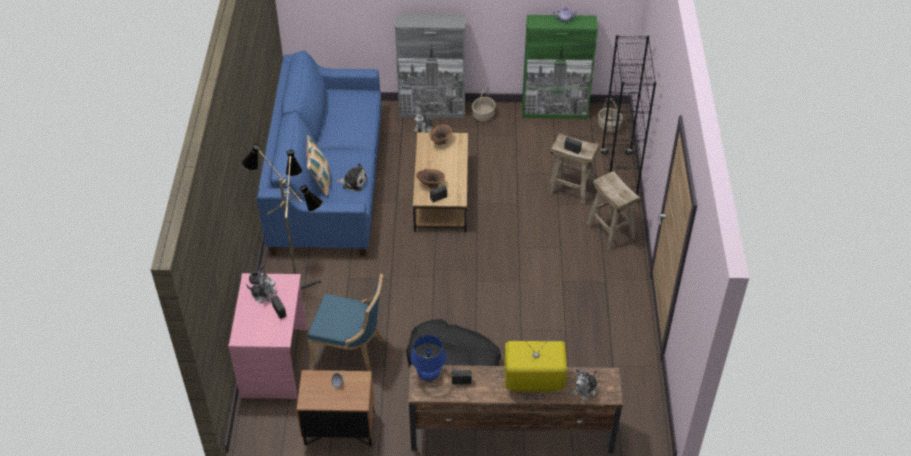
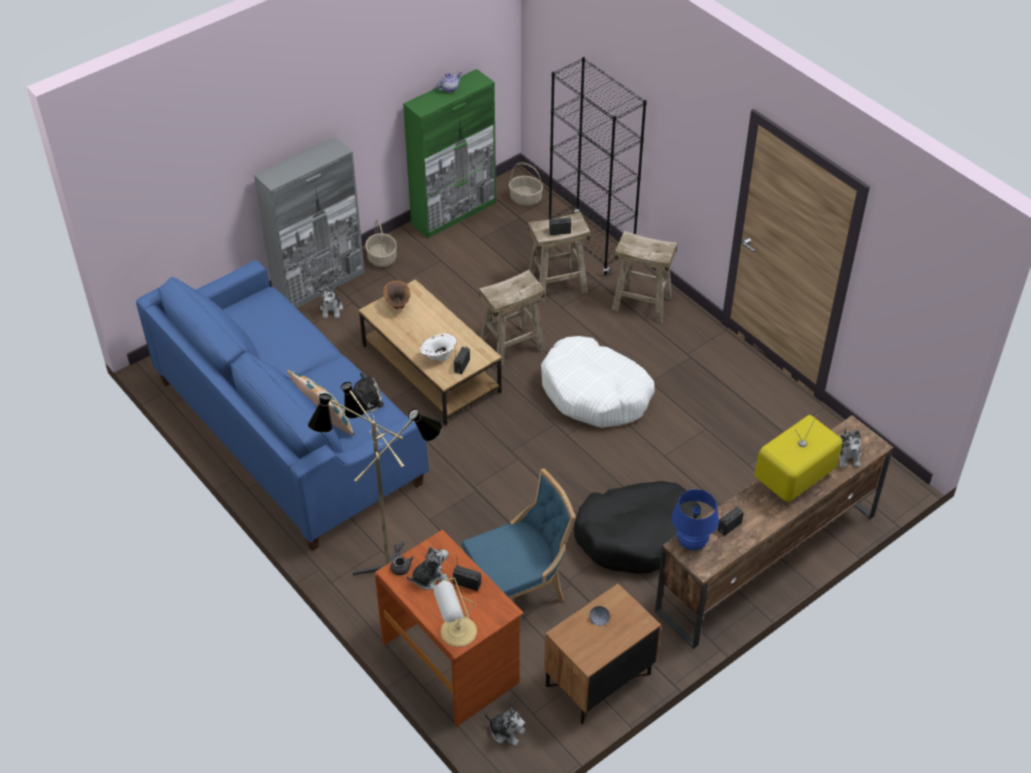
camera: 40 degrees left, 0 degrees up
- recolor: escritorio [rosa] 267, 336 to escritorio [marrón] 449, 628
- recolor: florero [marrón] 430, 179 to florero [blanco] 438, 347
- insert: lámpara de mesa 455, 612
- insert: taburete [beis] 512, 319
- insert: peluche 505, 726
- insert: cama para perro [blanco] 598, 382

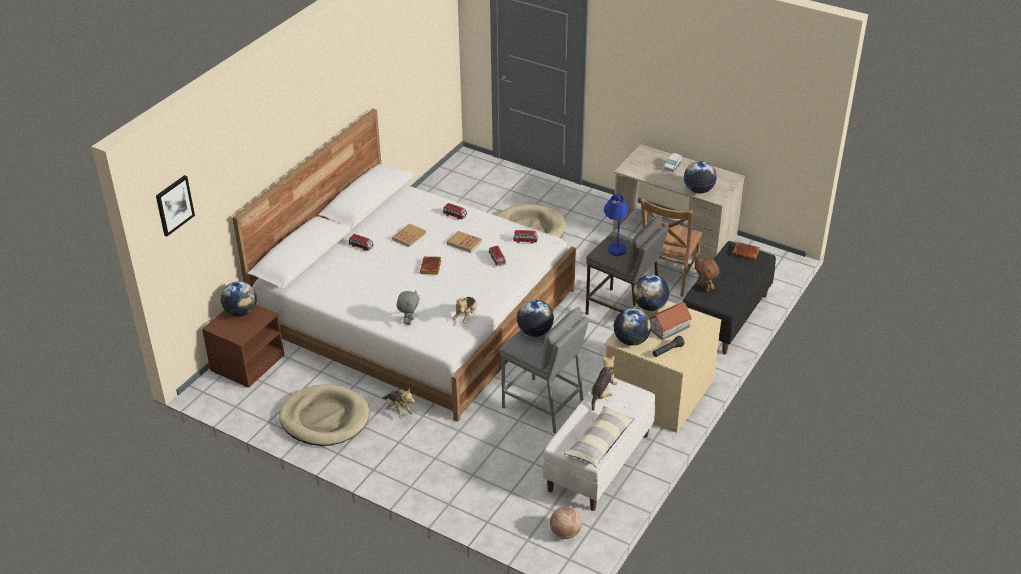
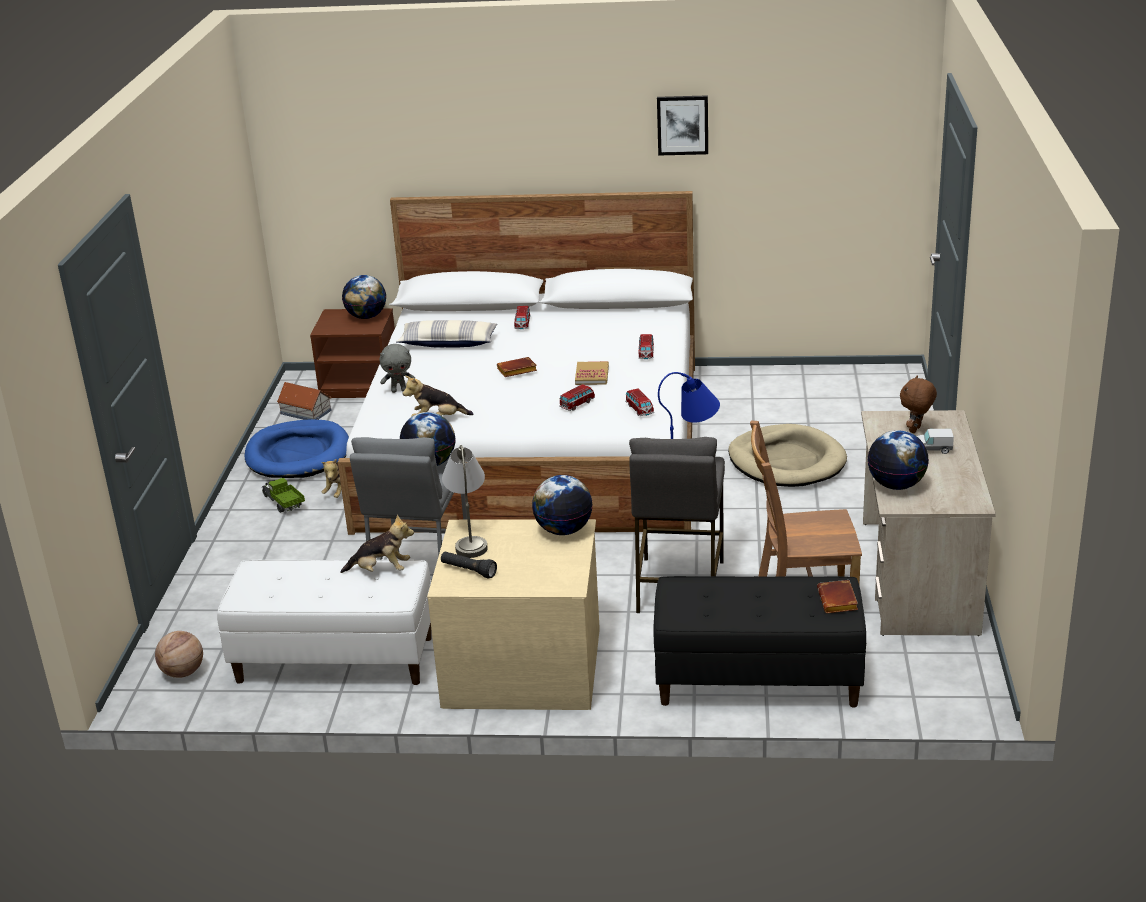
camera: 65 degrees right, 10 degrees down
- move: cuadro 175, 205 to 682, 125
- recolor: cama para perro [beis] 324, 415 to cama para perro [azul] 297, 448
- delete: libro 409, 235
- move: cojín 599, 437 to 446, 334
- replace: globo terráqueo 632, 327 to lámpara de mesa [gris] 465, 501
- move: casita 670, 321 to 304, 401
- move: peluche [marrón] 708, 275 to 918, 404
- insert: camión de juguete 283, 495

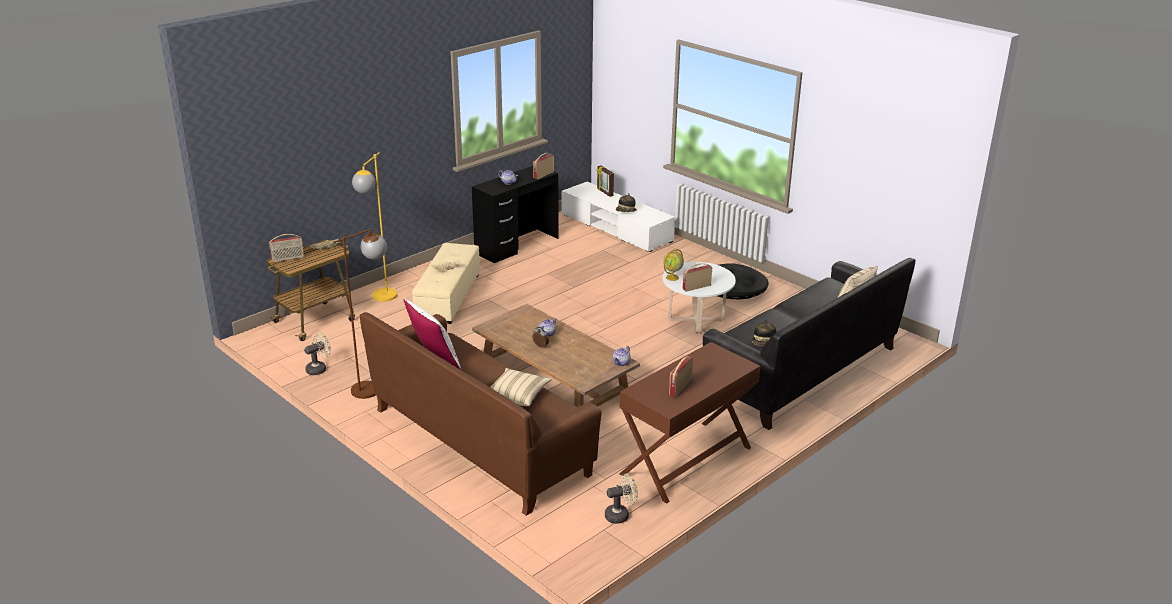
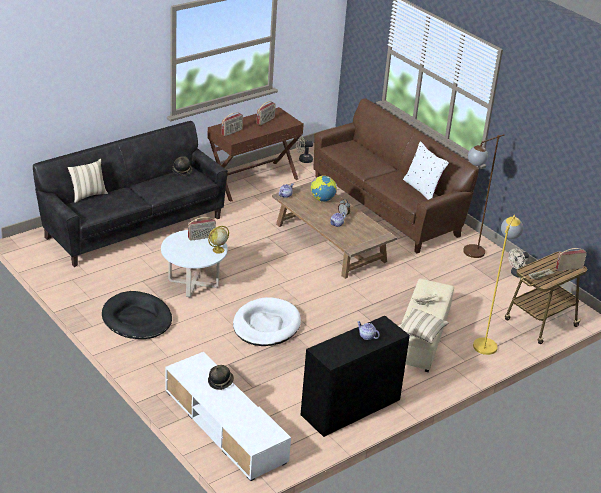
camera: 175 degrees left, 5 degrees up
- move: cojín [beis] 521, 387 to 424, 326
- move: radio 543, 166 to 232, 124
- delete: portarretratos 605, 181
- insert: cama para perro [blanco] 267, 321
- insert: globo terráqueo 324, 189

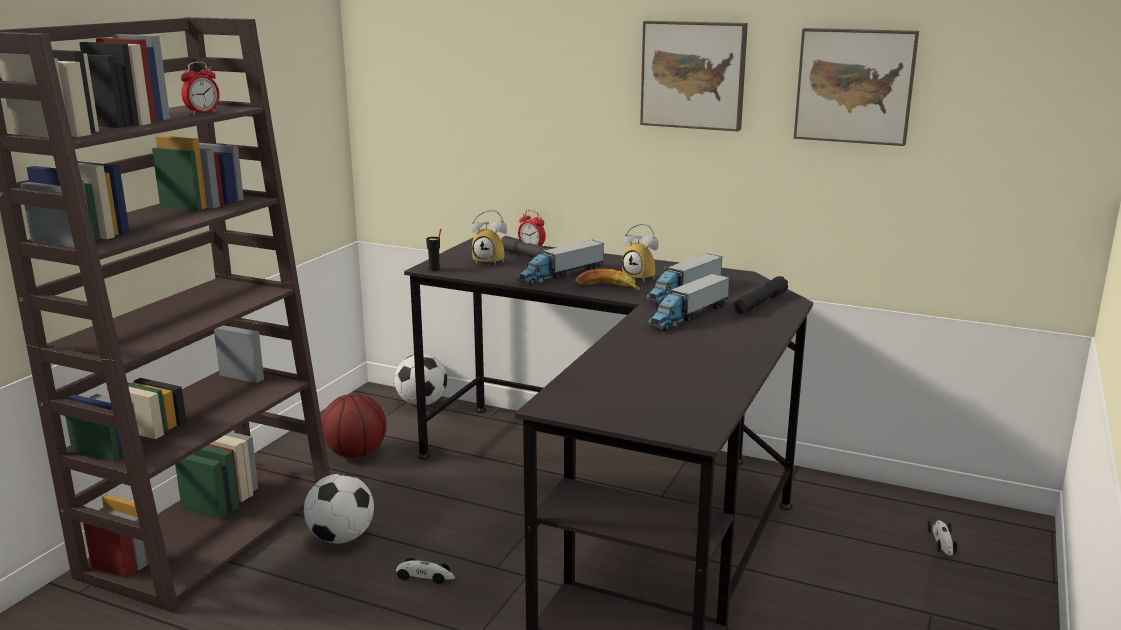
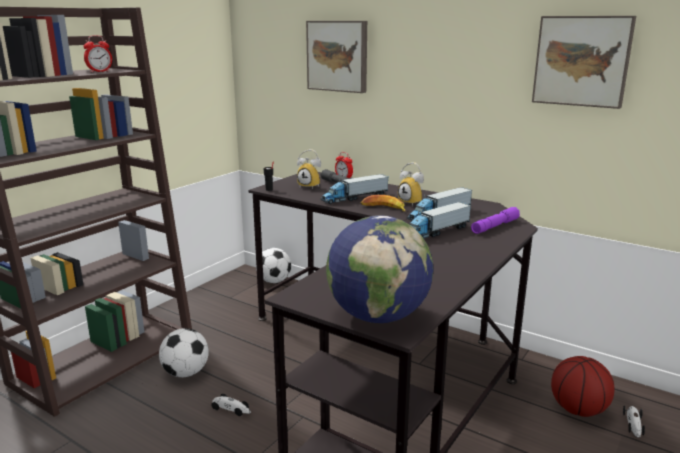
camera: 10 degrees right, 0 degrees up
- move: balón de baloncesto 354, 425 to 582, 386
- move: cuadro 694, 76 to 336, 57
- recolor: linterna [negro] 761, 295 to linterna [morado] 495, 220
- insert: globo terráqueo 379, 269

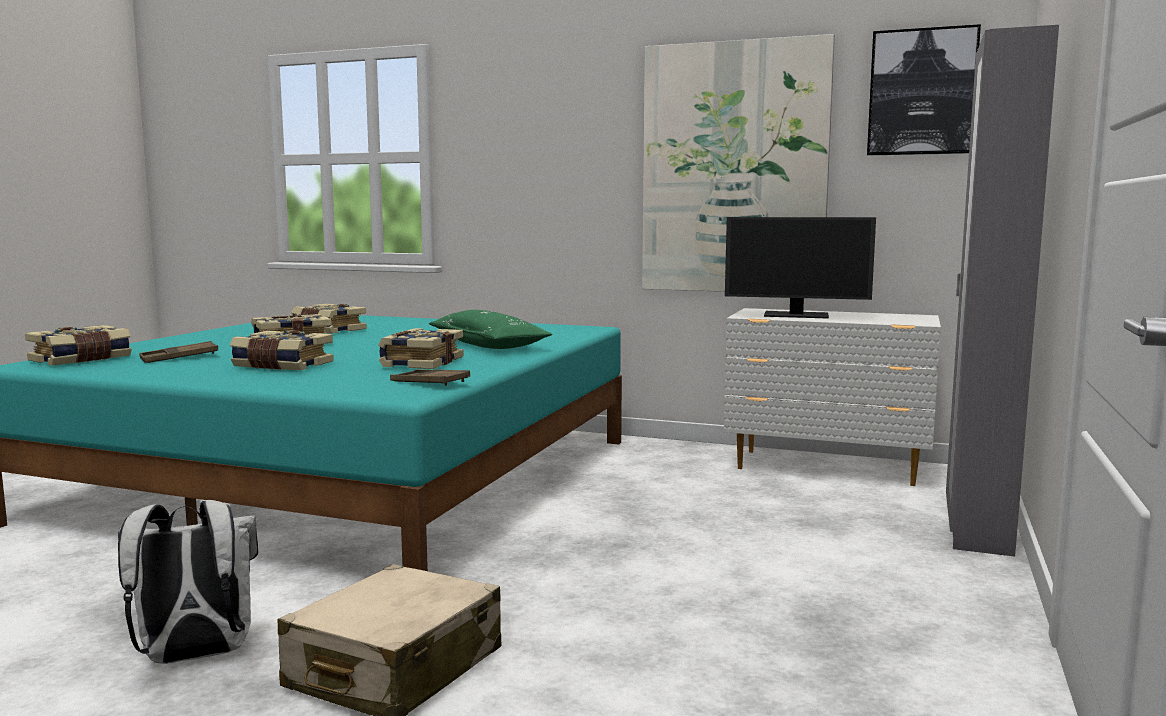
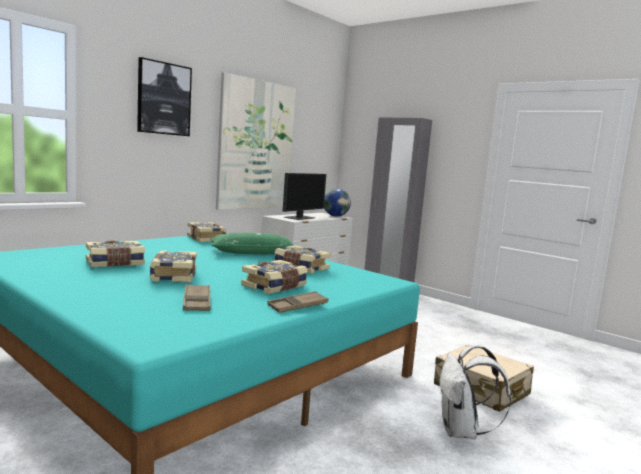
camera: 70 degrees left, 0 degrees up
- move: libro 78, 345 to 207, 232
- move: bandeja [marrón] 430, 377 to 298, 302
- move: cuadro 924, 90 to 164, 96
- insert: globo terráqueo 337, 203

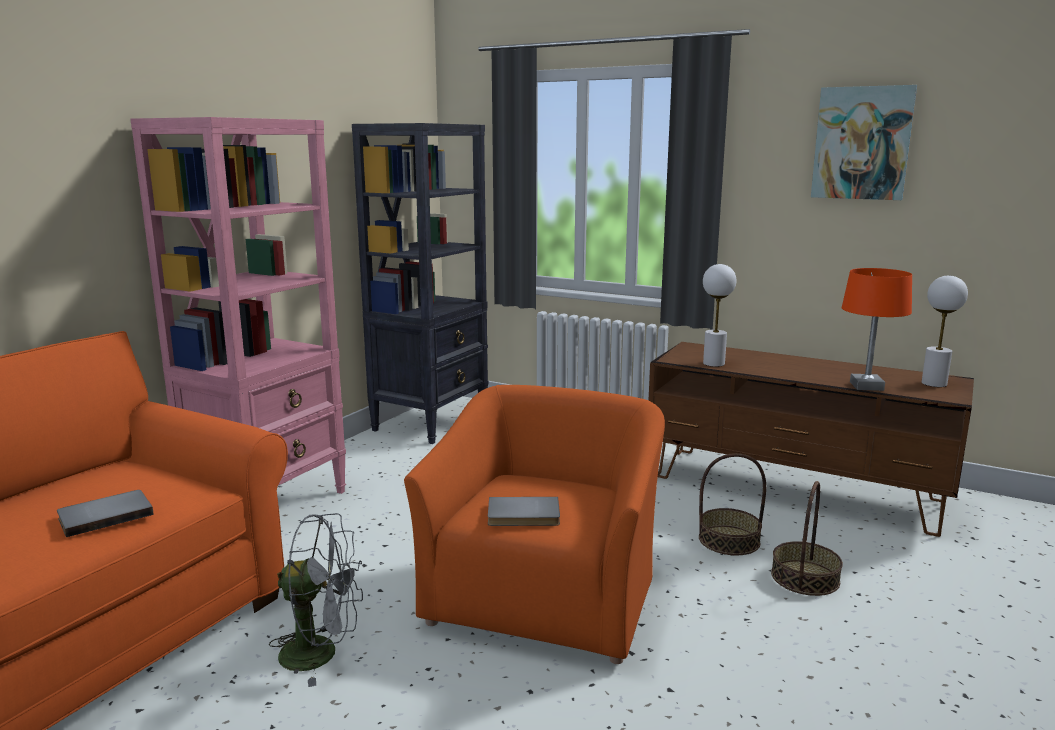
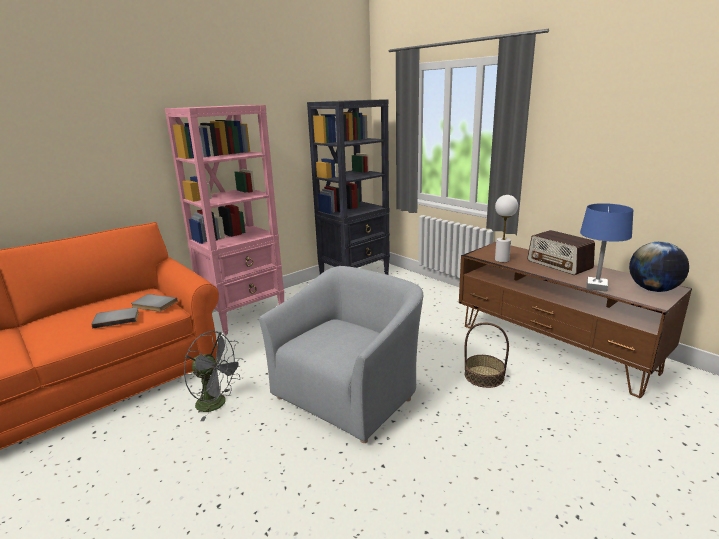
camera: 20 degrees right, 5 degrees up
- recolor: sillón [naranja] 534, 524 to sillón [gris] 341, 354
- move: libro [gris] 524, 511 to 154, 303
- delete: cesta 807, 538
- delete: cuadro 864, 142
- recolor: lámpara de mesa [naranja] 877, 329 to lámpara de mesa [azul] 606, 247
- replace: lámpara de mesa [blanco] 945, 331 to globo terráqueo 659, 267
- insert: radio 561, 252

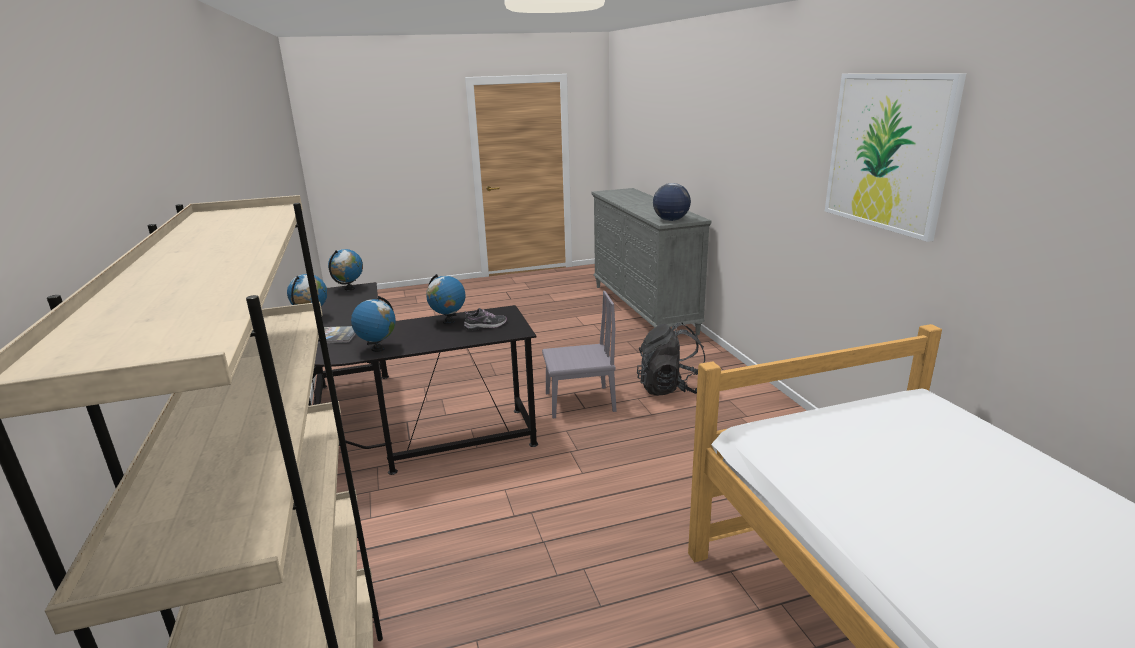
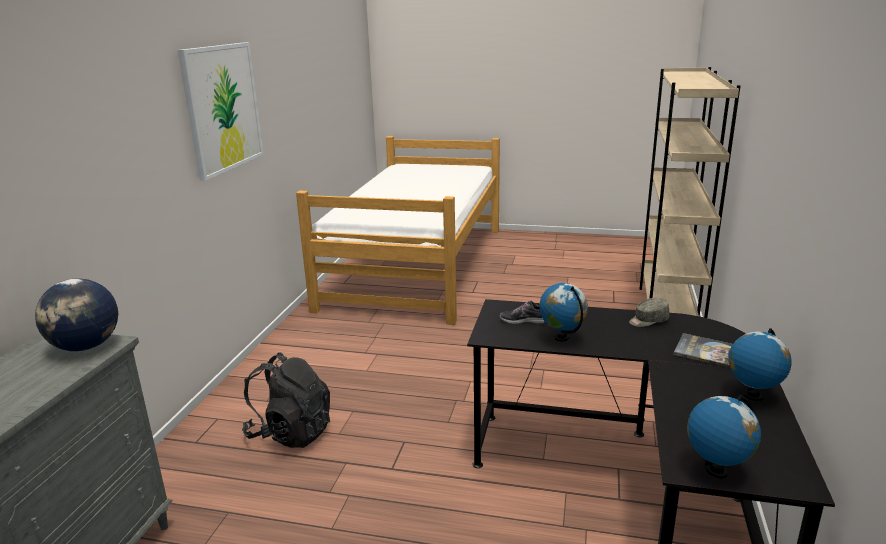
camera: 150 degrees left, 0 degrees up
- replace: globo terráqueo 373, 324 to gorra [gris] 649, 312
- delete: silla [gris] 579, 354

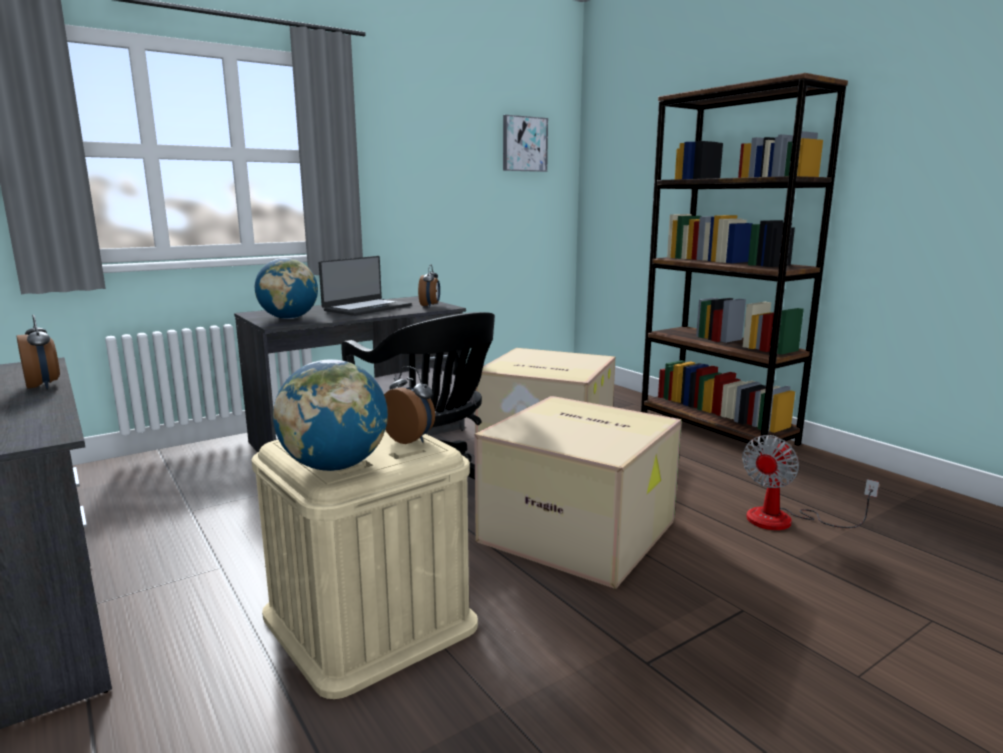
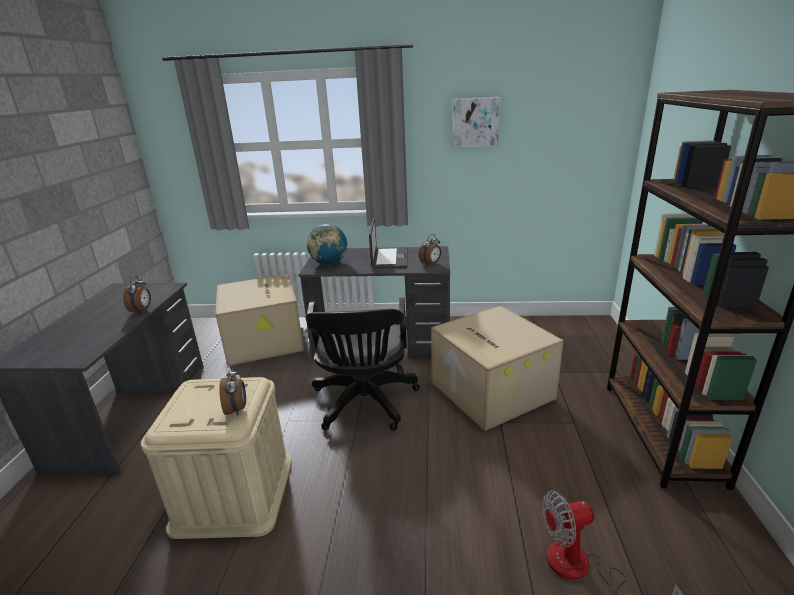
camera: 40 degrees right, 10 degrees up
- delete: globo terráqueo 330, 415
- rotate: portátil 365, 286 = 388, 243 75 degrees counterclockwise
- move: caja de cartón 578, 492 to 259, 320
- move: cuadro 525, 143 to 476, 122

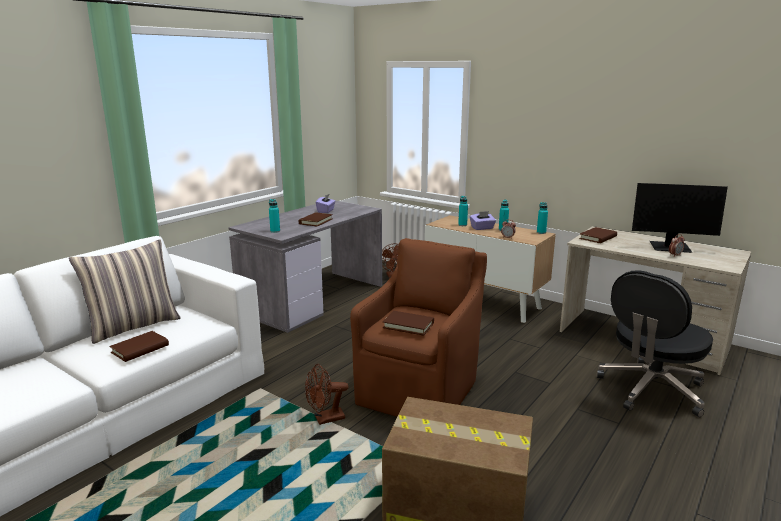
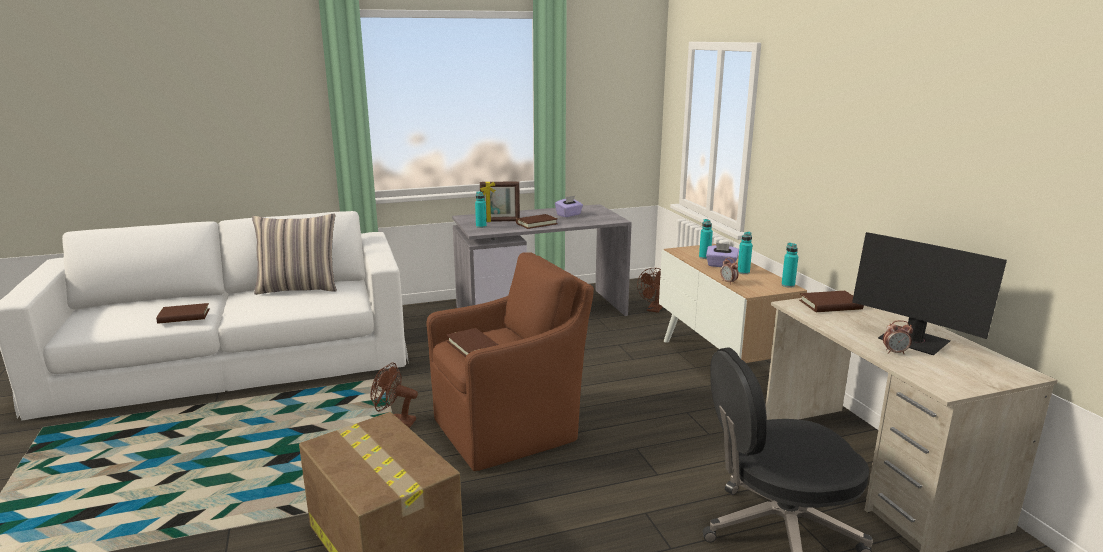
camera: 35 degrees right, 0 degrees up
- move: libro [marrón] 139, 346 to 183, 313
- insert: portarretratos 500, 201

